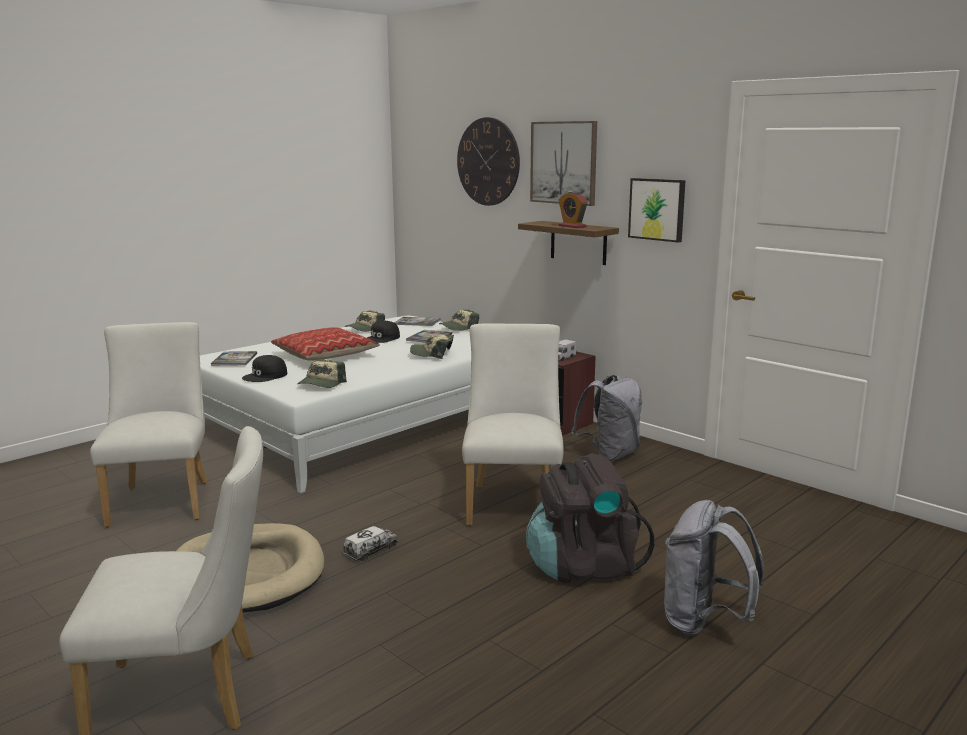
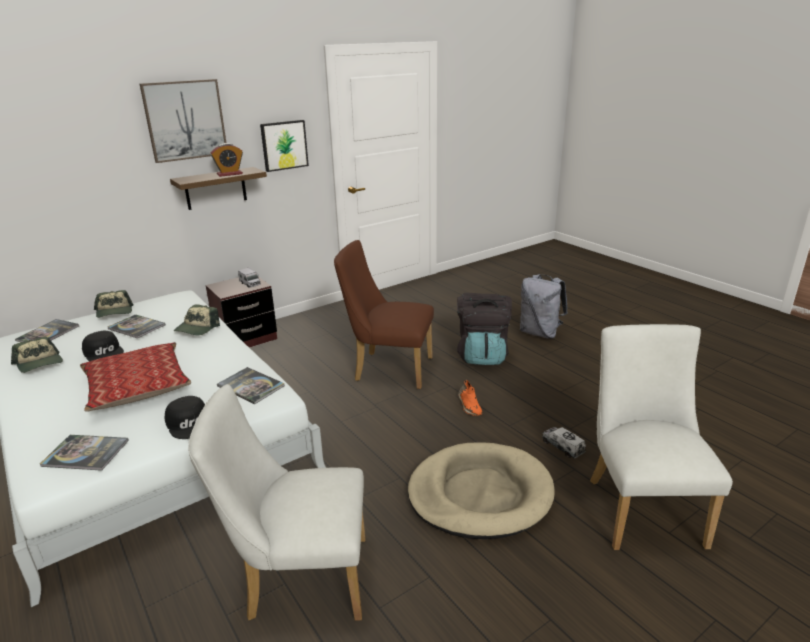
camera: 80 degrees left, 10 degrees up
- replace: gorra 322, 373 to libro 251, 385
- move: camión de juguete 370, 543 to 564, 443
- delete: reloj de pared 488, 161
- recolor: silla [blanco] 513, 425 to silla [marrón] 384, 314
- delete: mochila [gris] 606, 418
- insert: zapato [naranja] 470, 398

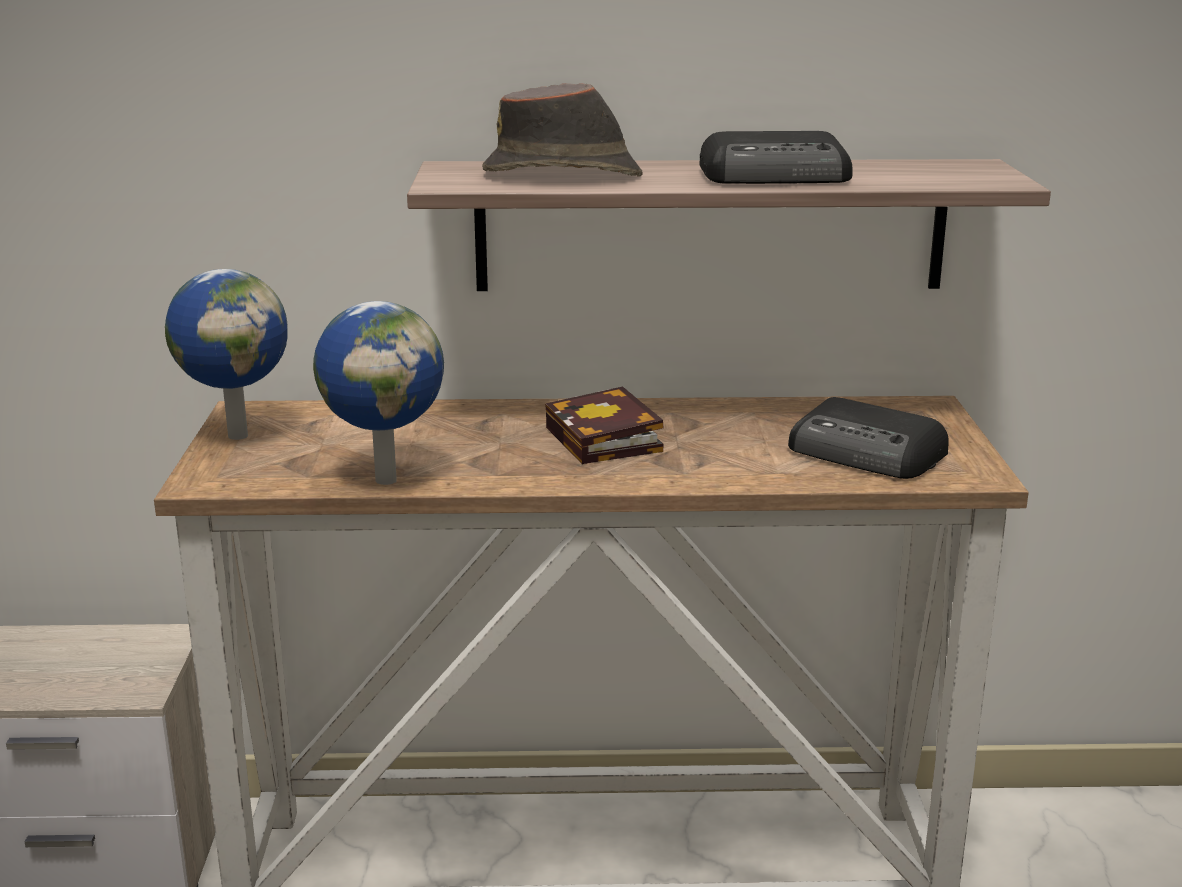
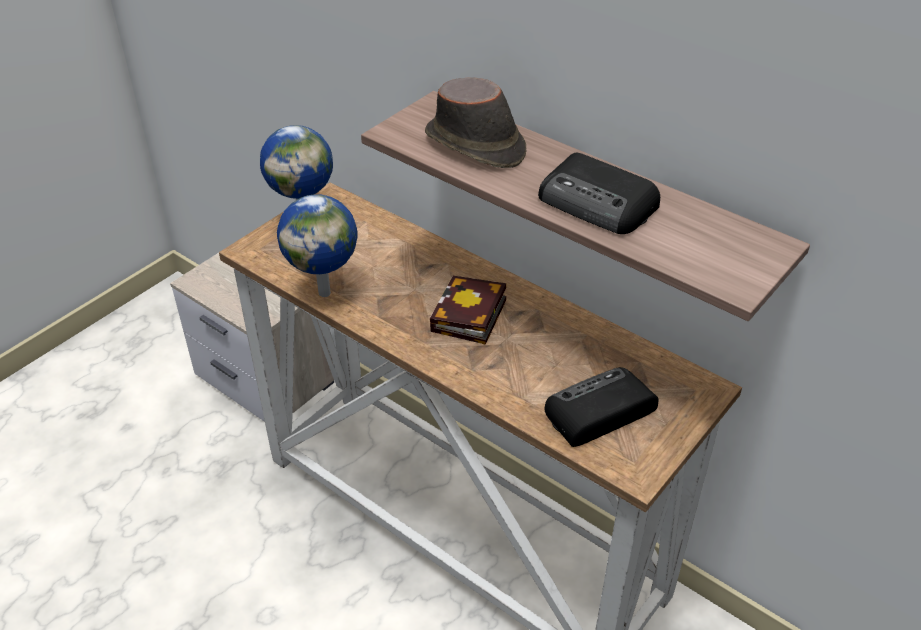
camera: 40 degrees right, 20 degrees up
- rotate: radio 868, 438 = 601, 407 75 degrees clockwise

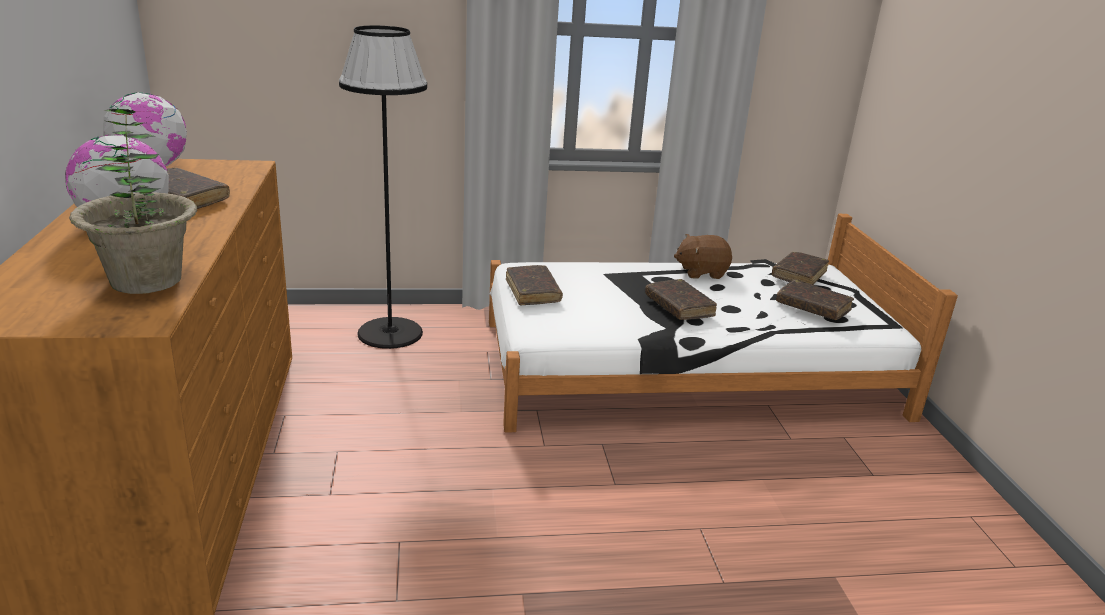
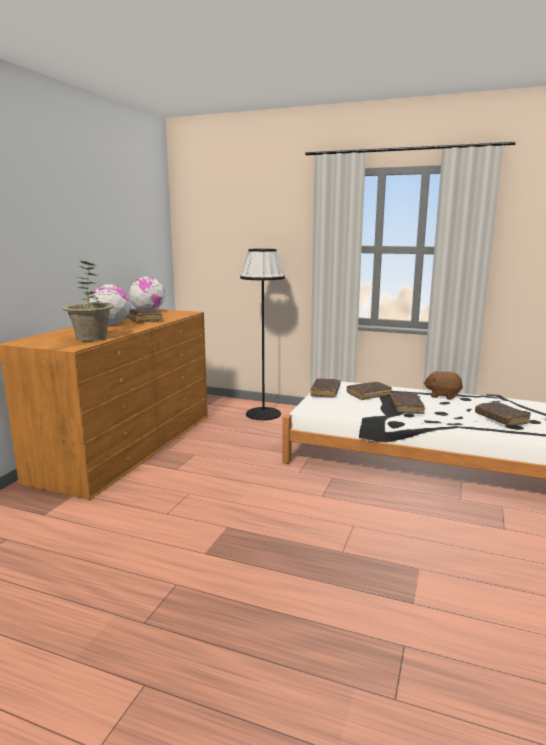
camera: 30 degrees right, 10 degrees down
- move: libro [marrón] 800, 268 to 369, 391

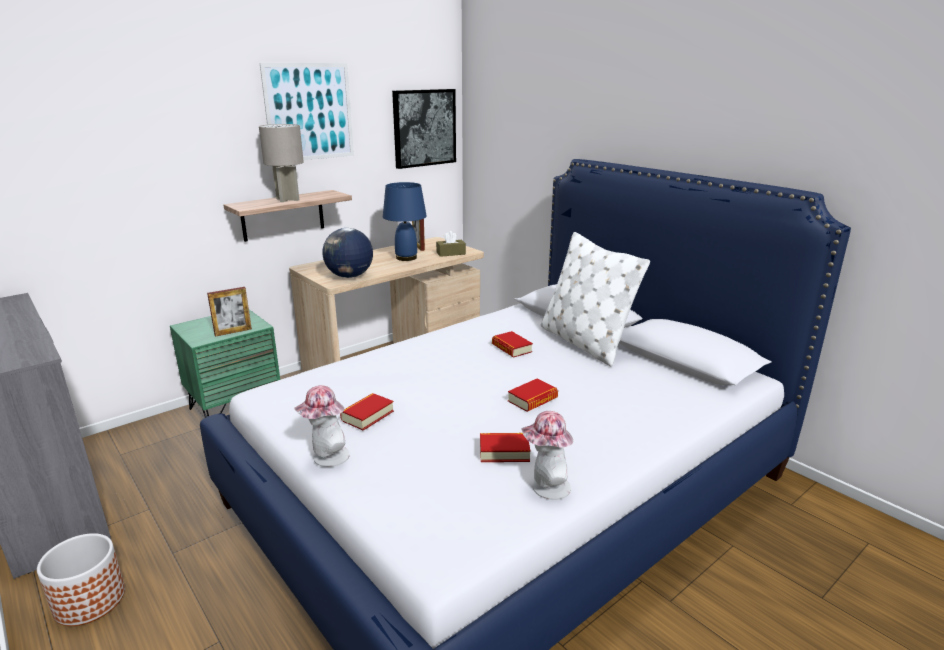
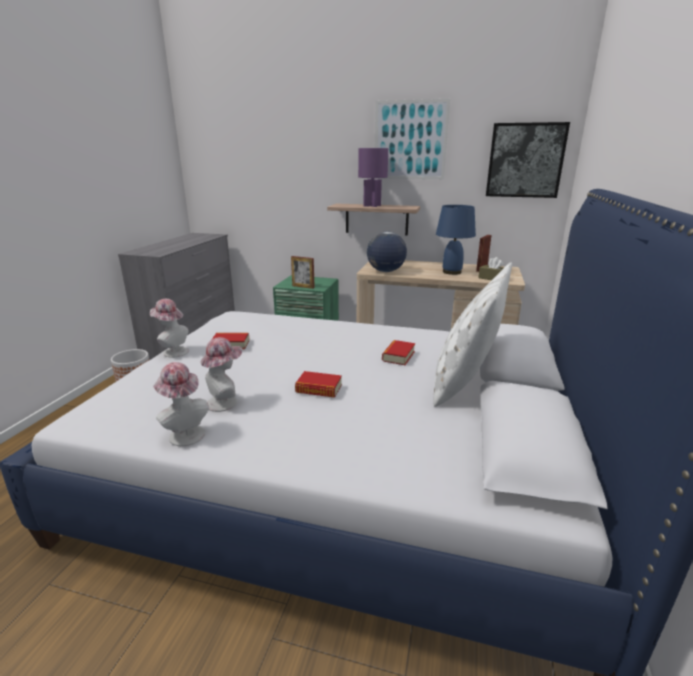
camera: 55 degrees right, 0 degrees up
- recolor: lámpara de mesa [gris] 281, 163 to lámpara de mesa [morado] 373, 177
- replace: libro 505, 447 to sombrero 221, 374

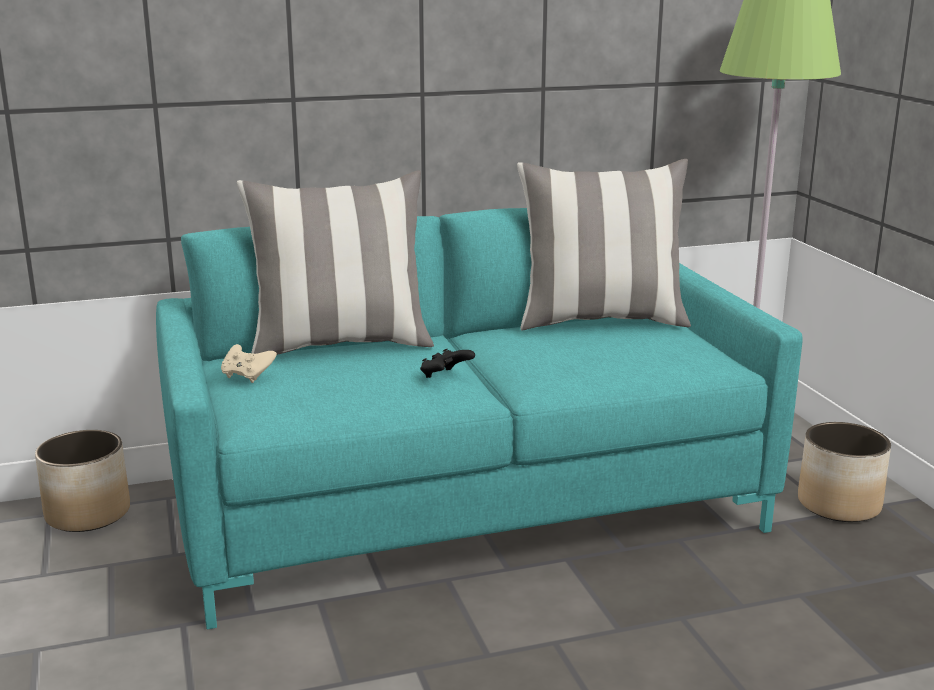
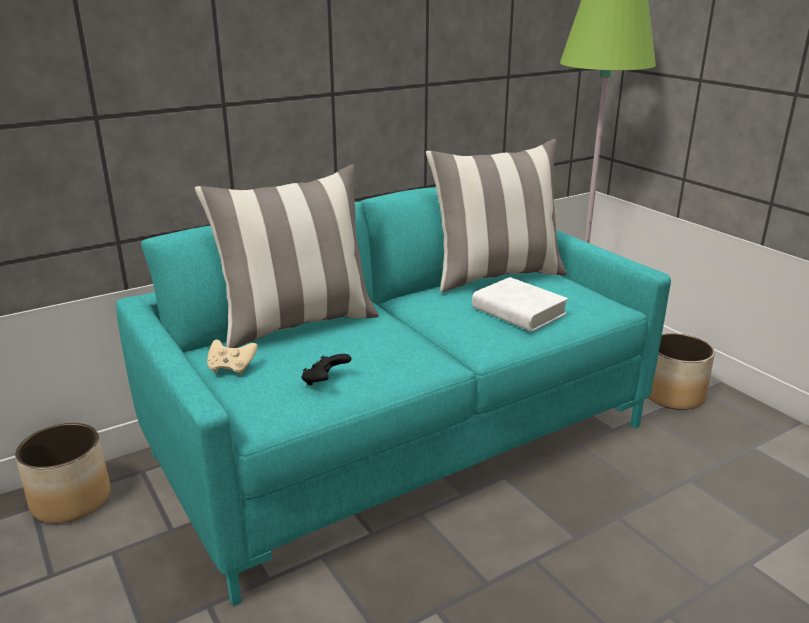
camera: 15 degrees left, 5 degrees up
- move: mando de consola [negro] 447, 363 to 326, 369
- insert: libro [blanco] 520, 304

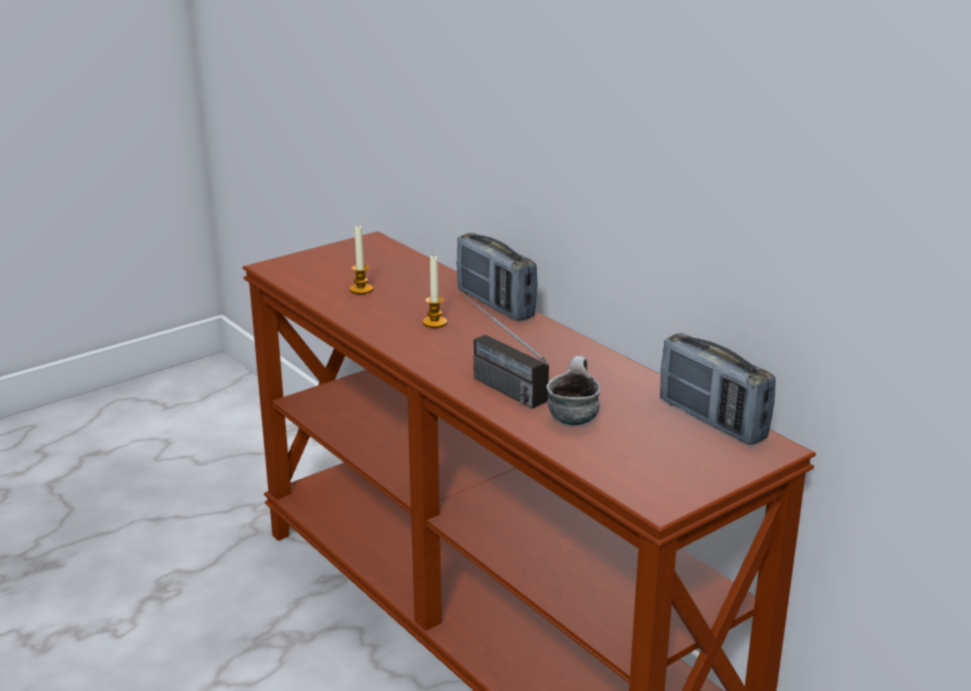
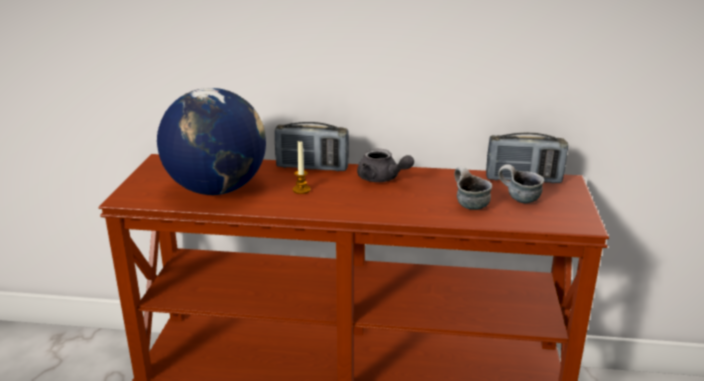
camera: 45 degrees left, 0 degrees up
- replace: vela 361, 260 to globo terráqueo 211, 141
- delete: radio 502, 348
- insert: tetera [gris] 385, 165
- insert: taza grande 521, 183

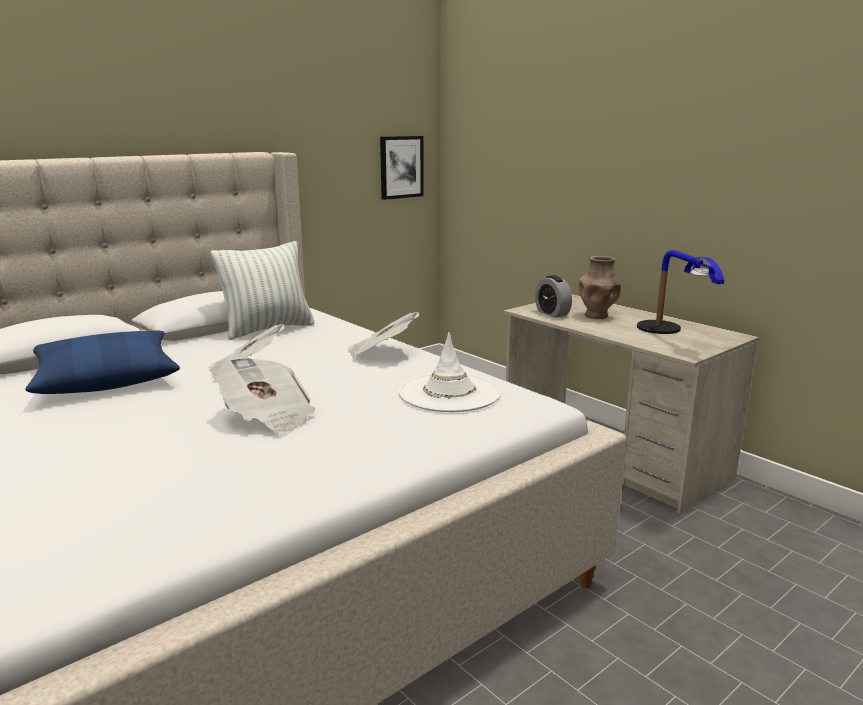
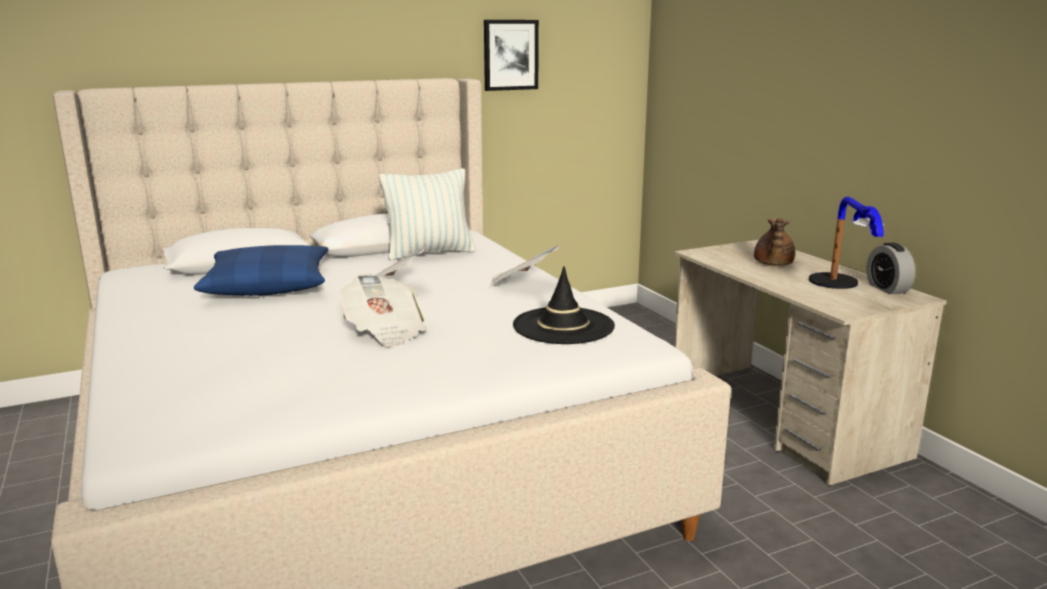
camera: 15 degrees right, 0 degrees up
- move: cuadro 402, 168 to 511, 55
- recolor: sombrero [blanco] 450, 372 to sombrero [negro] 564, 305
- move: despertador 553, 296 to 890, 268
- replace: florero [marrón] 599, 287 to tetera [marrón] 774, 242

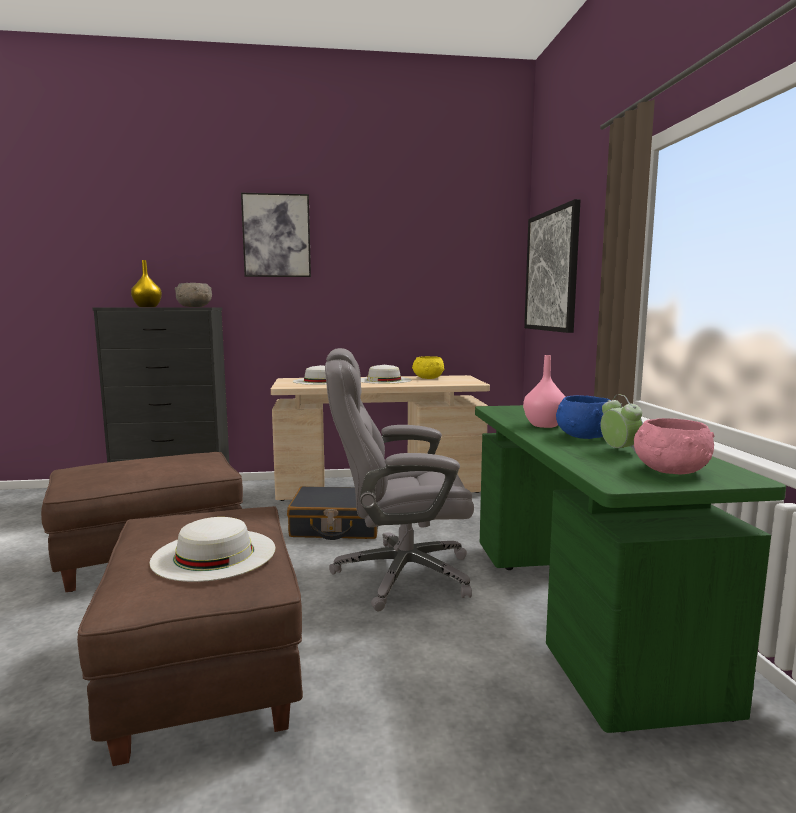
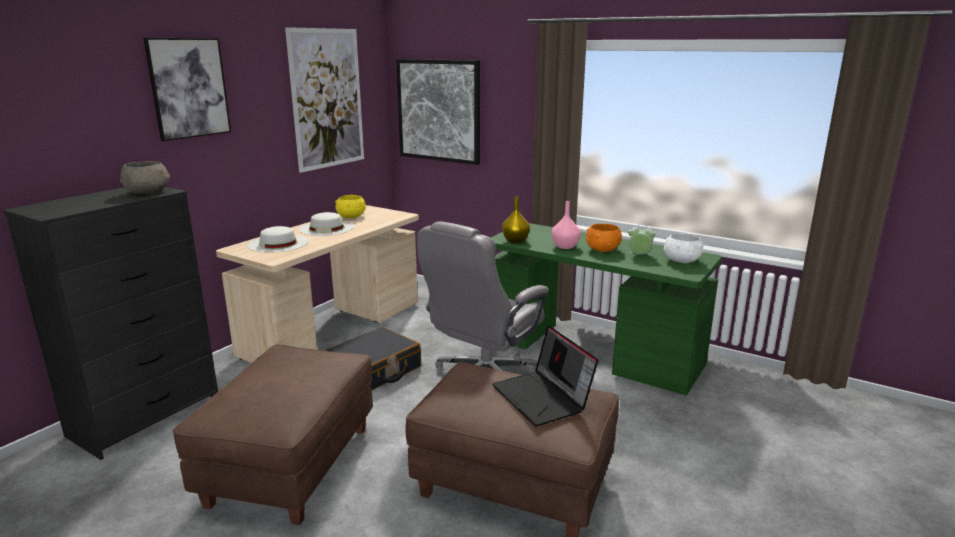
camera: 50 degrees left, 10 degrees up
- move: florero [amarillo] 146, 283 to 516, 219
- replace: sombrero [blanco] 212, 549 to portátil 545, 375
- recolor: cuenco [azul] 583, 417 to cuenco [naranja] 604, 238
- recolor: cuenco [rosa] 674, 446 to cuenco [blanco] 683, 248
- insert: cuadro 324, 100

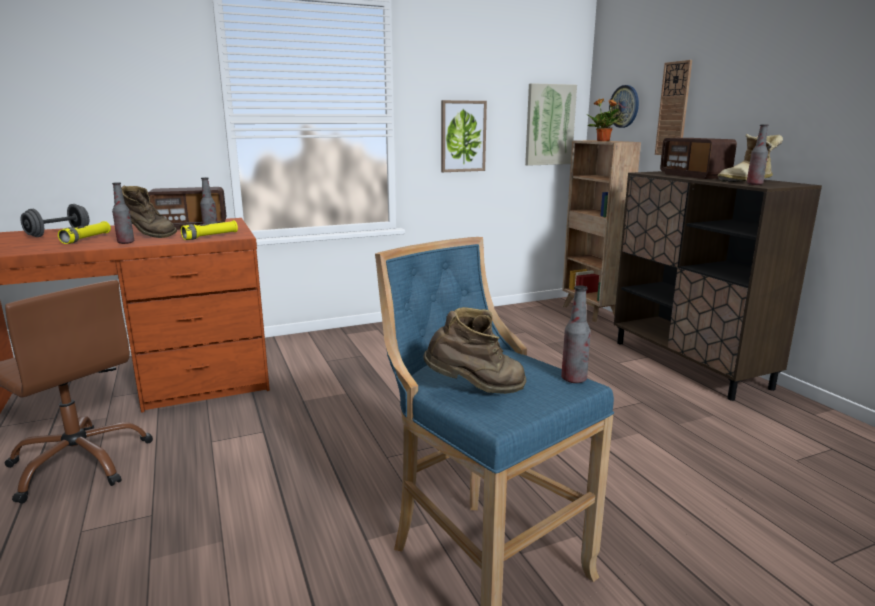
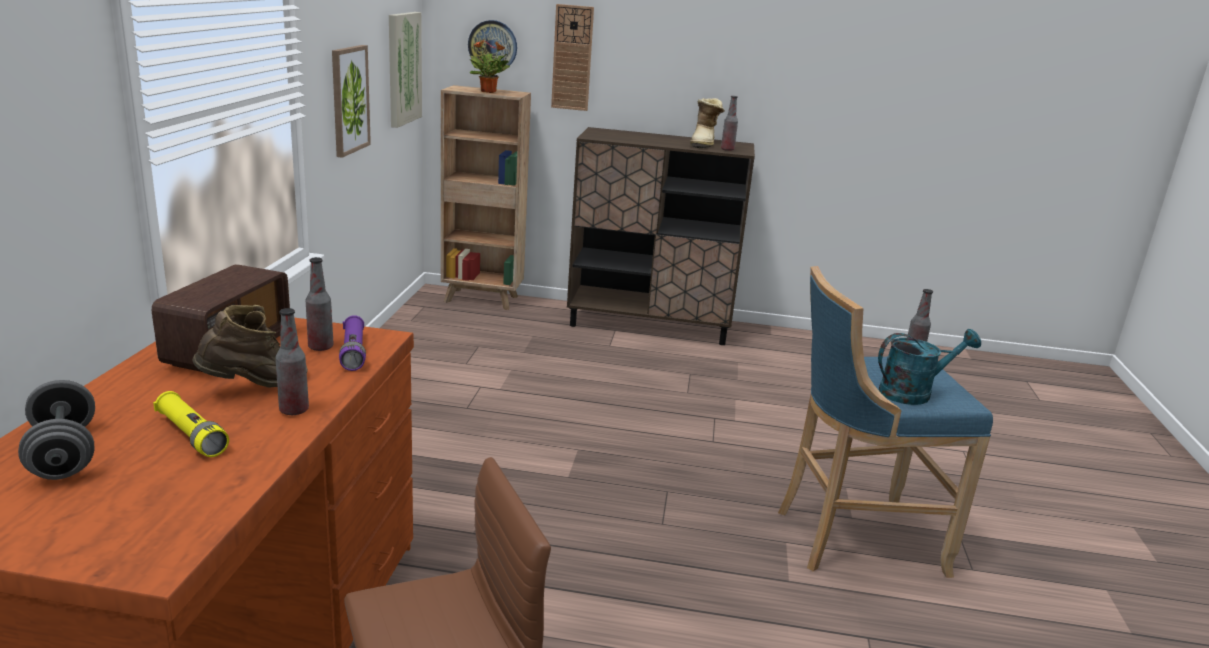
camera: 60 degrees left, 5 degrees up
- recolor: linterna [amarillo] 209, 230 to linterna [morado] 352, 343
- replace: bota [marrón] 474, 350 to regadera [turquesa] 929, 367
- delete: radio 698, 158

